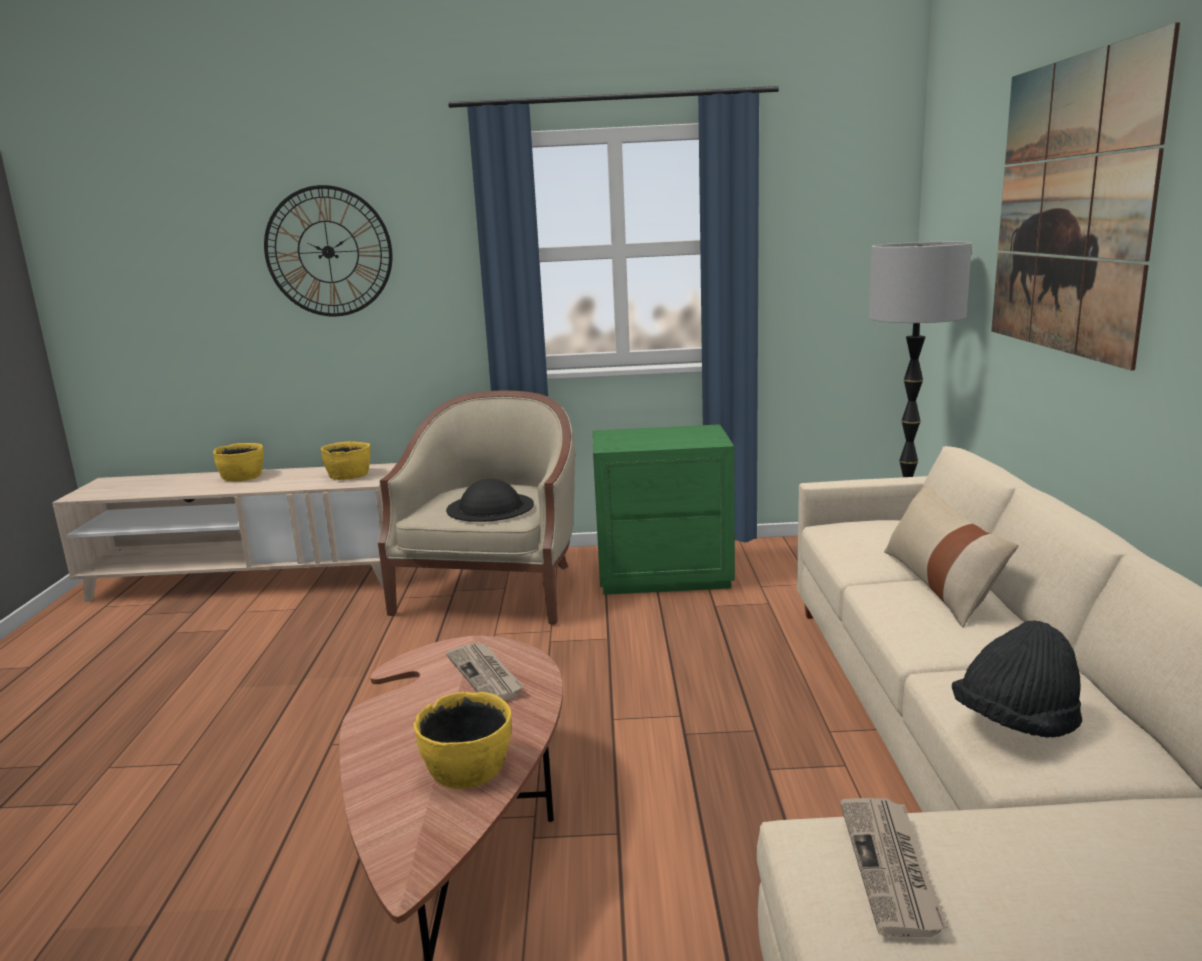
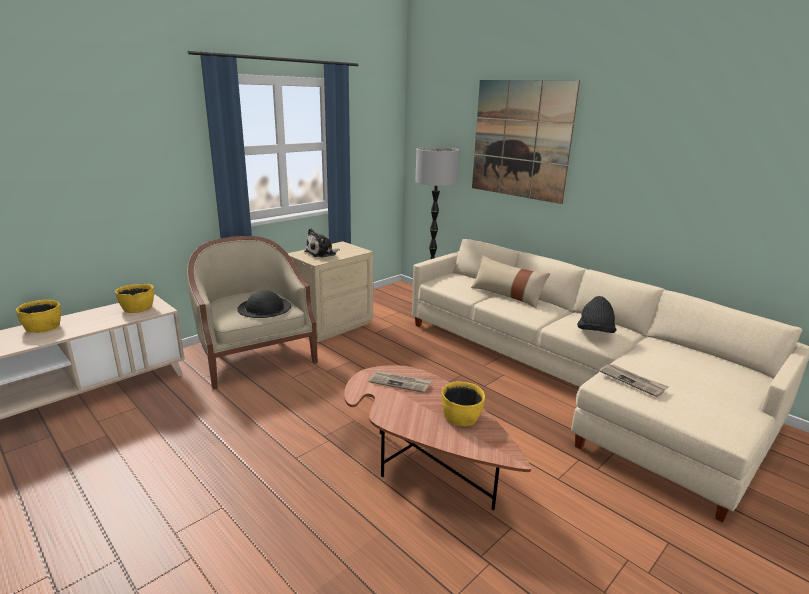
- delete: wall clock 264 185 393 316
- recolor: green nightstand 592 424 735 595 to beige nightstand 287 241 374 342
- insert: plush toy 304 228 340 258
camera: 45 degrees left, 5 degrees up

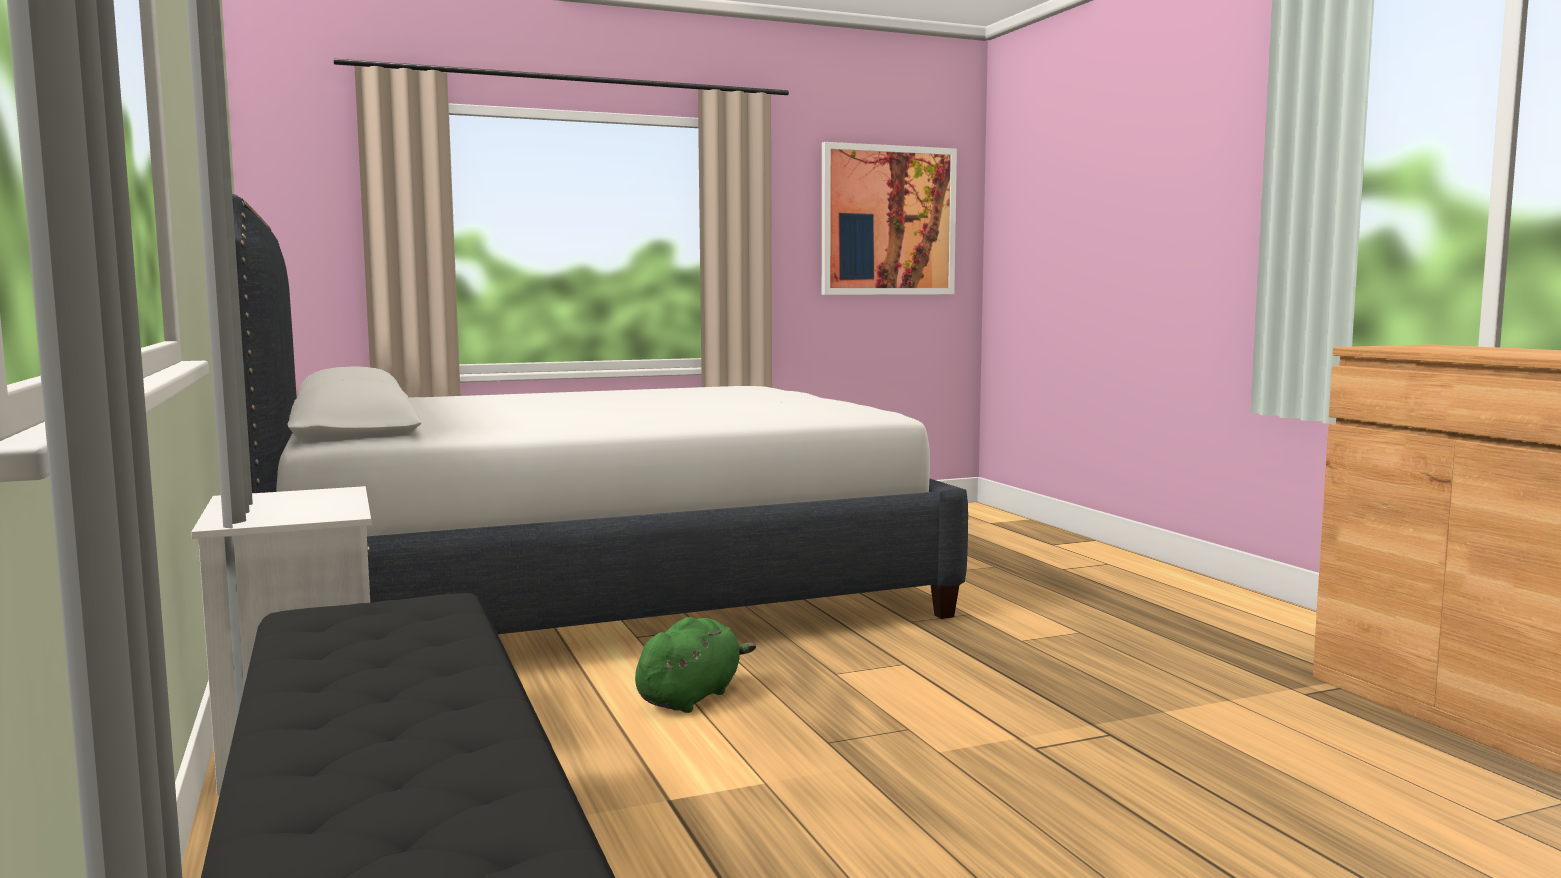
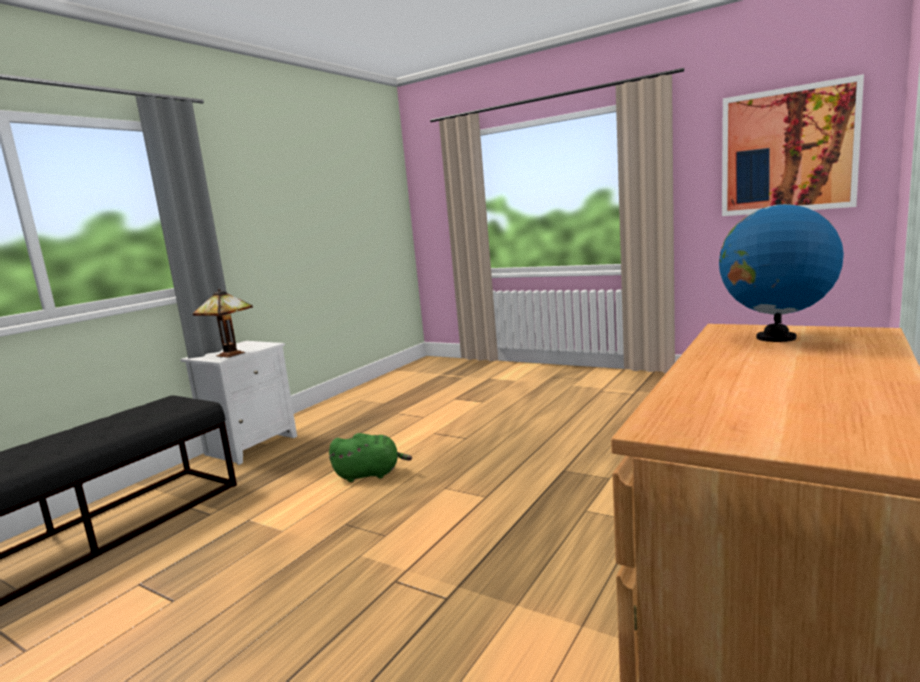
- delete: white bed 232 194 968 634
- insert: globe 719 199 844 342
- insert: table lamp 193 289 253 358
camera: 55 degrees right, 5 degrees up

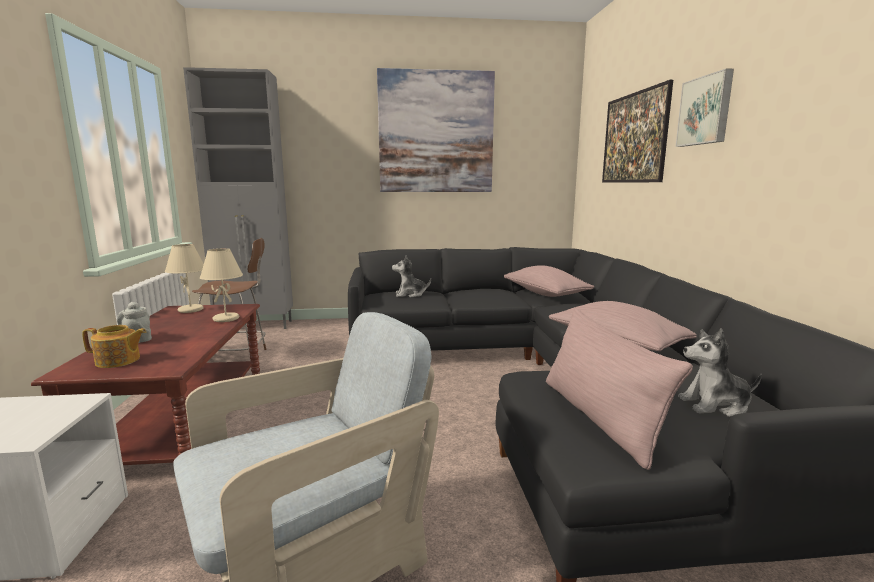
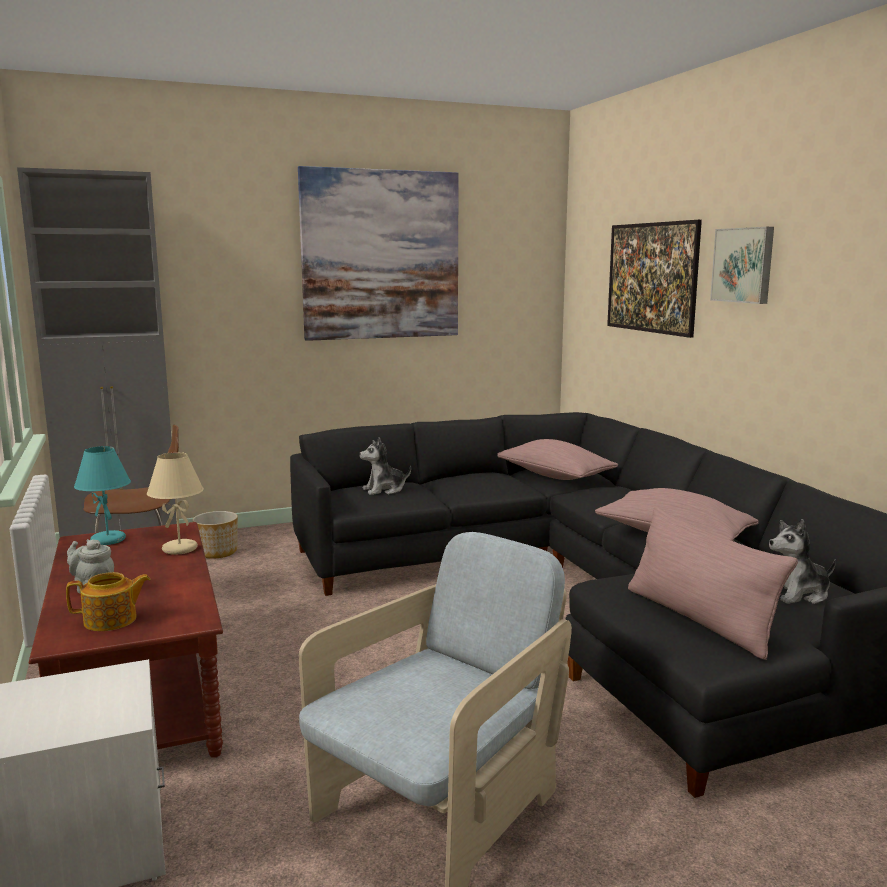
- recolor: beige table lamp 165 244 204 313 to turquoise table lamp 74 446 131 545
- insert: planter 193 511 238 559
camera: 15 degrees left, 0 degrees up

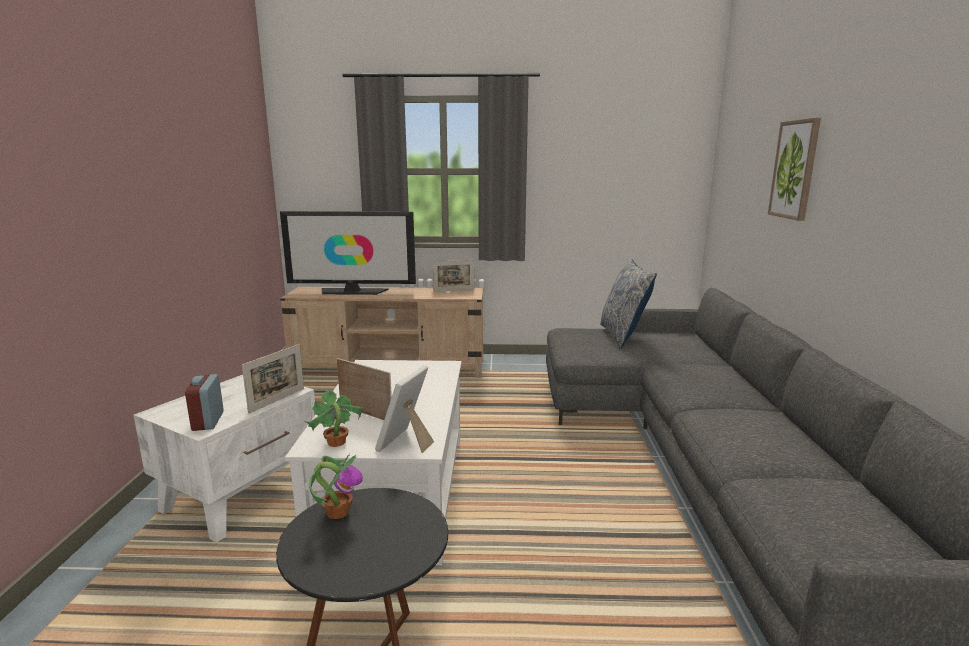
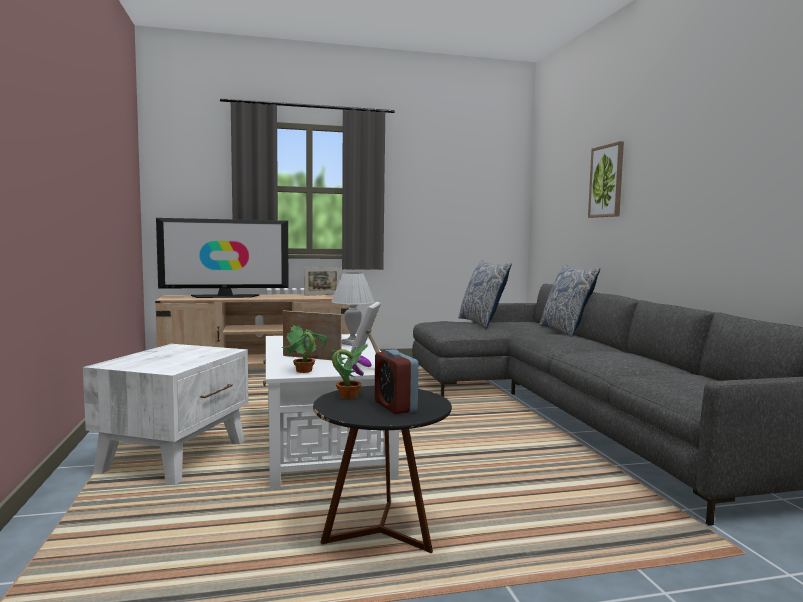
- delete: picture frame 242 344 304 414
- move: alarm clock 185 374 224 431 to 375 349 419 414
- insert: pillow 539 265 600 337
- insert: white table lamp 331 272 374 346
camera: 15 degrees left, 10 degrees down

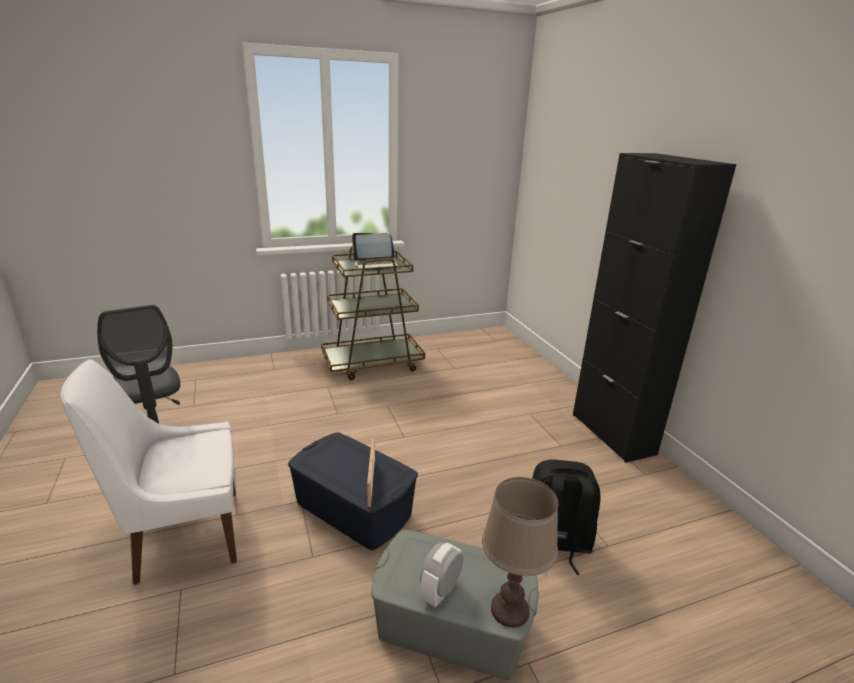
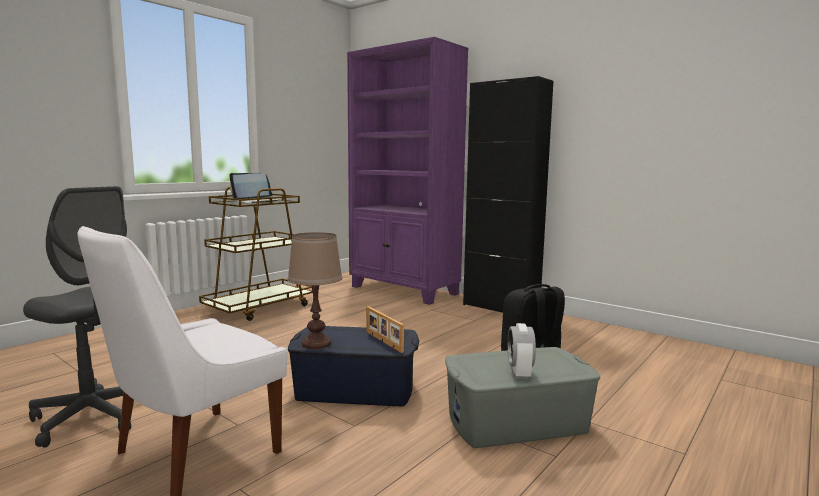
- move: brown table lamp 482 477 558 628 to 288 232 343 349
- insert: purple bookcase 347 37 468 305
camera: 30 degrees left, 15 degrees down

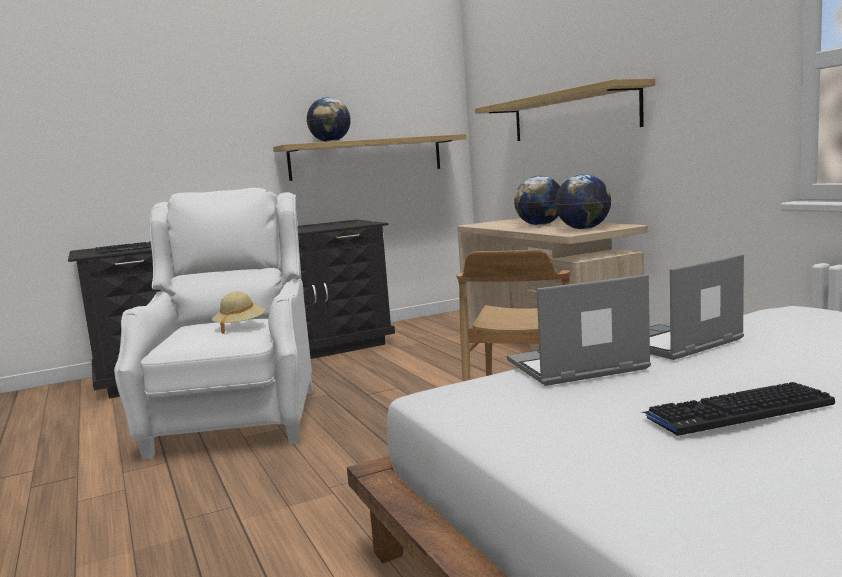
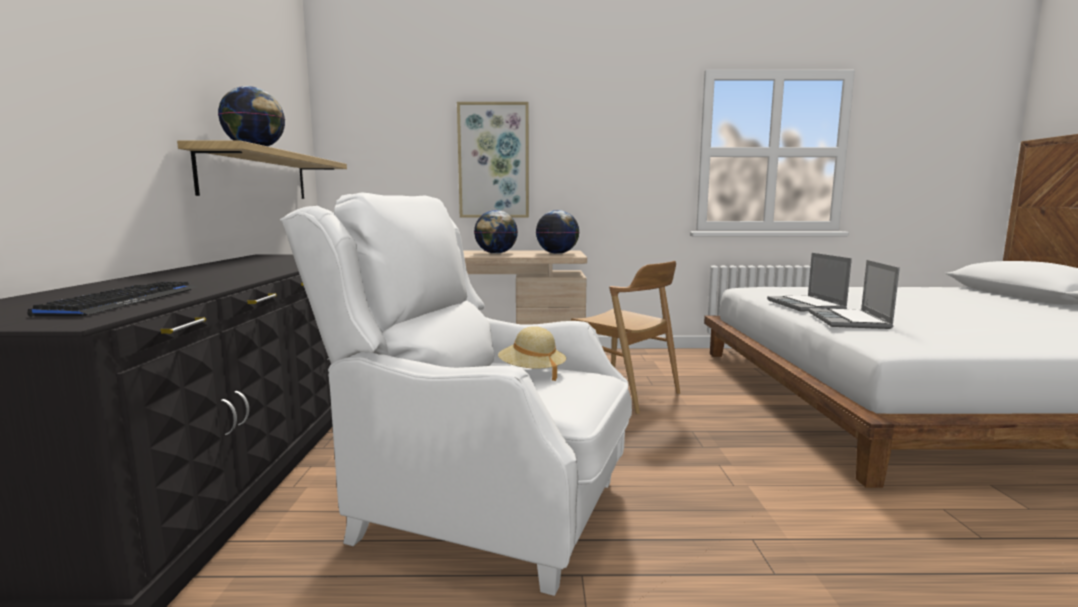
- replace: shelf 475 78 655 141 to picture 457 102 529 217
- delete: keyboard 640 382 835 436
camera: 65 degrees left, 0 degrees up

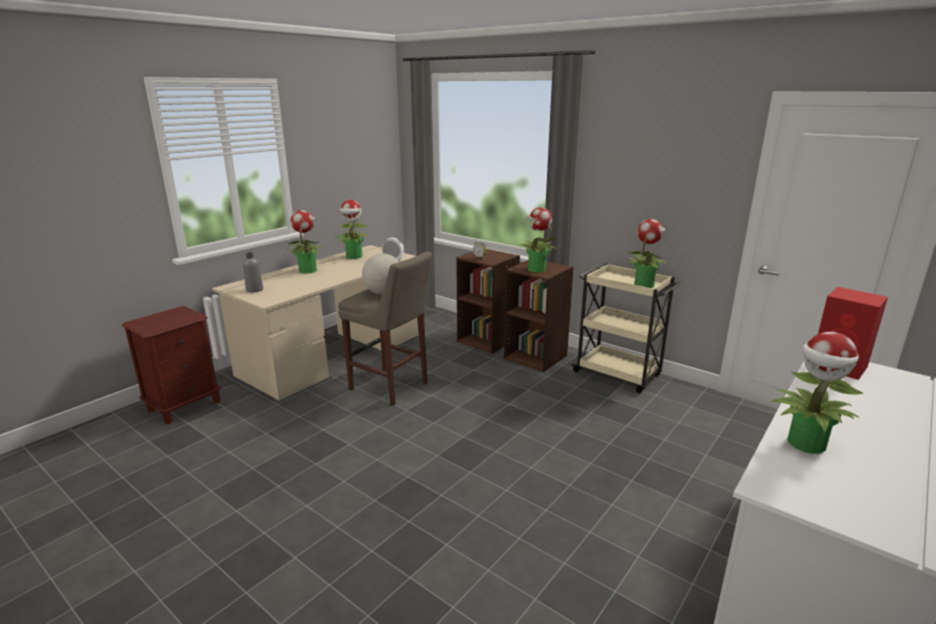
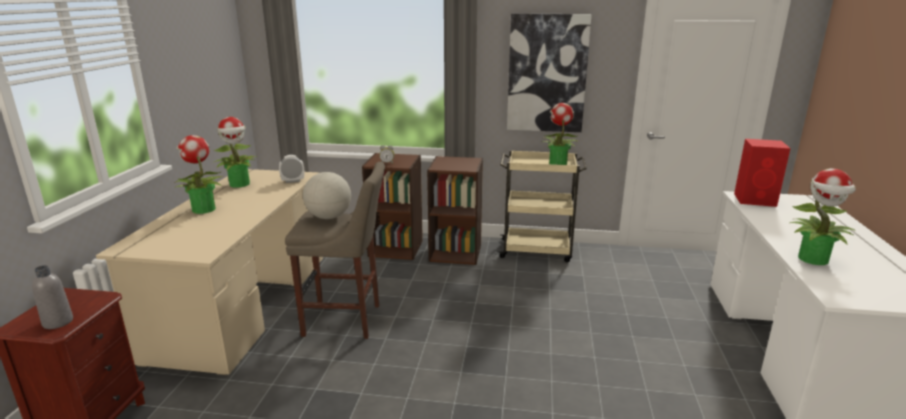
- delete: potted plant 520 207 557 273
- move: grey bottle 243 252 263 293 to 32 265 73 329
- insert: picture 507 14 592 132
camera: 30 degrees left, 0 degrees up

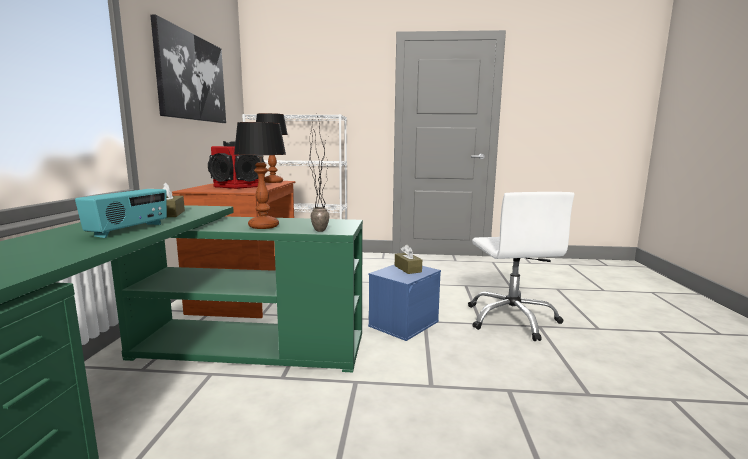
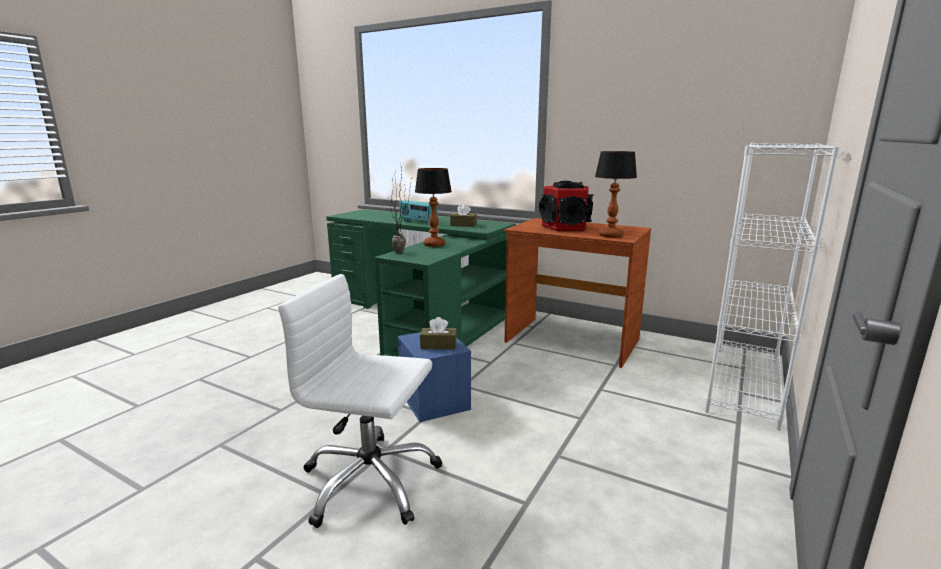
- delete: picture 150 14 226 123
camera: 115 degrees right, 5 degrees up

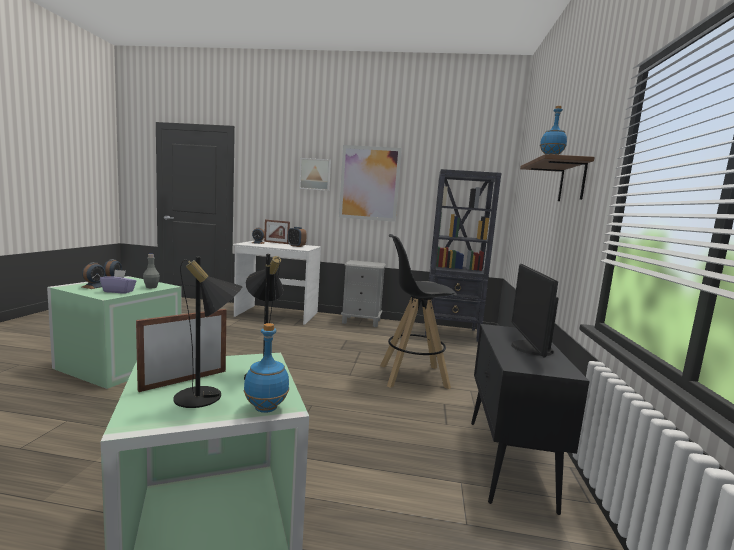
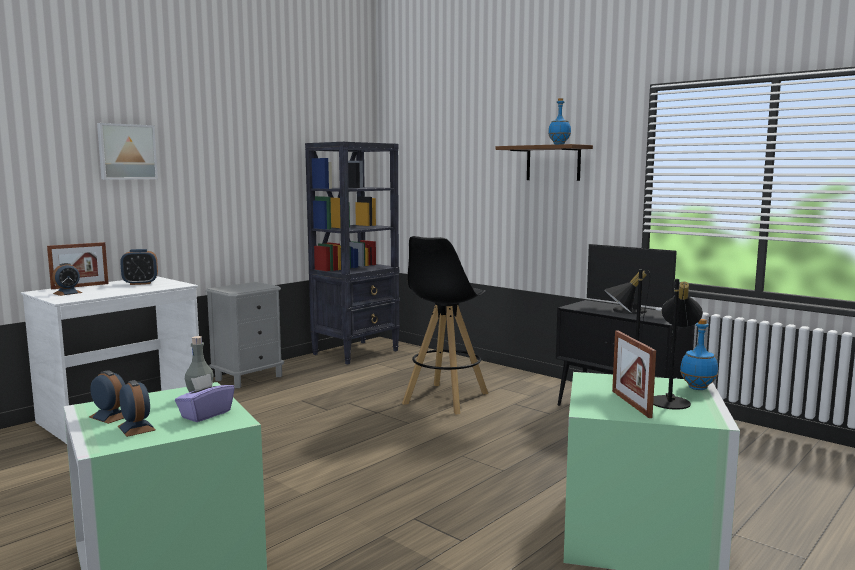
- delete: picture 339 145 402 222
camera: 55 degrees left, 0 degrees up

